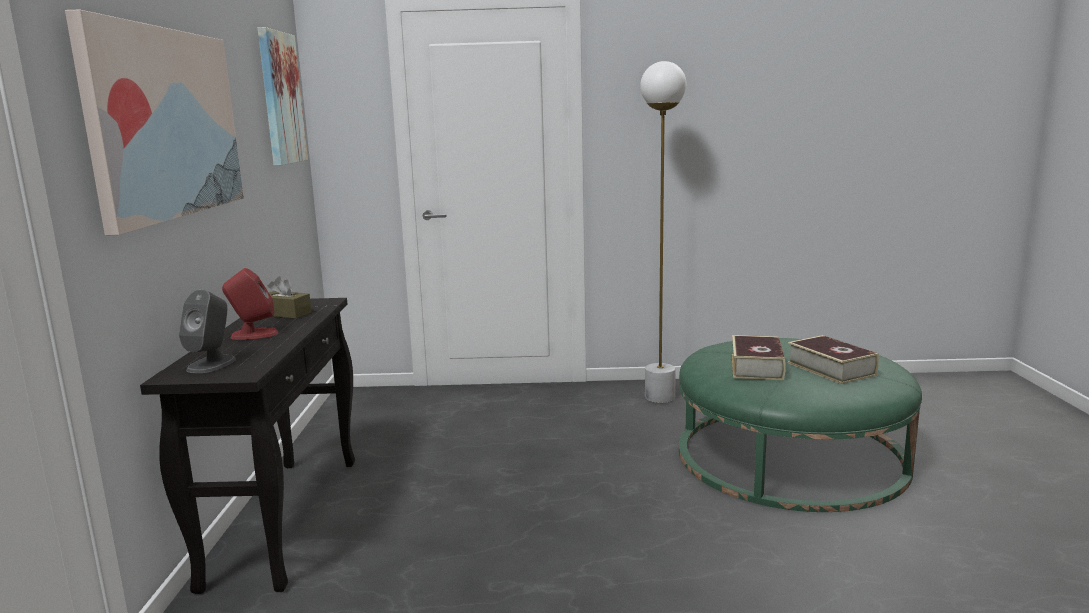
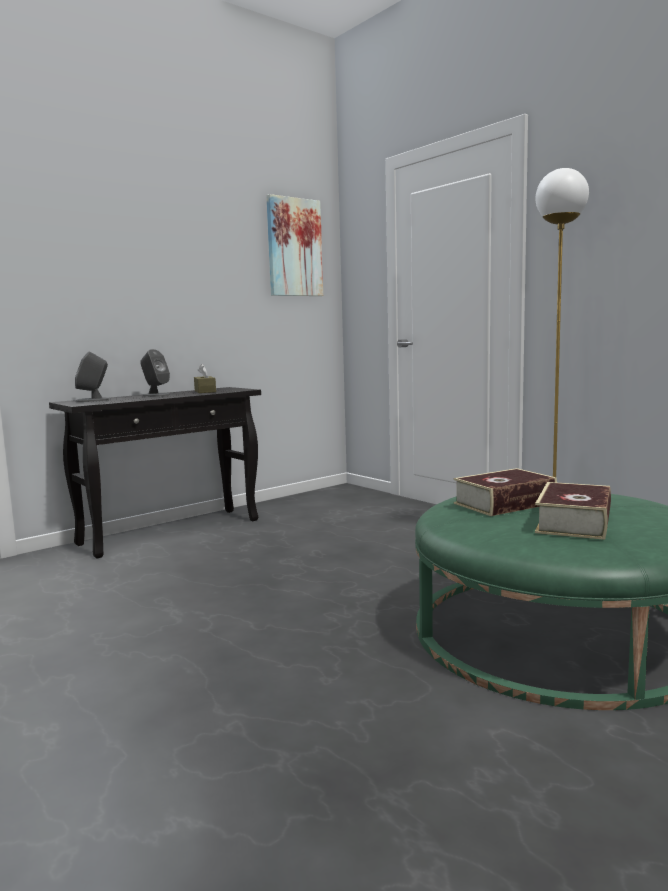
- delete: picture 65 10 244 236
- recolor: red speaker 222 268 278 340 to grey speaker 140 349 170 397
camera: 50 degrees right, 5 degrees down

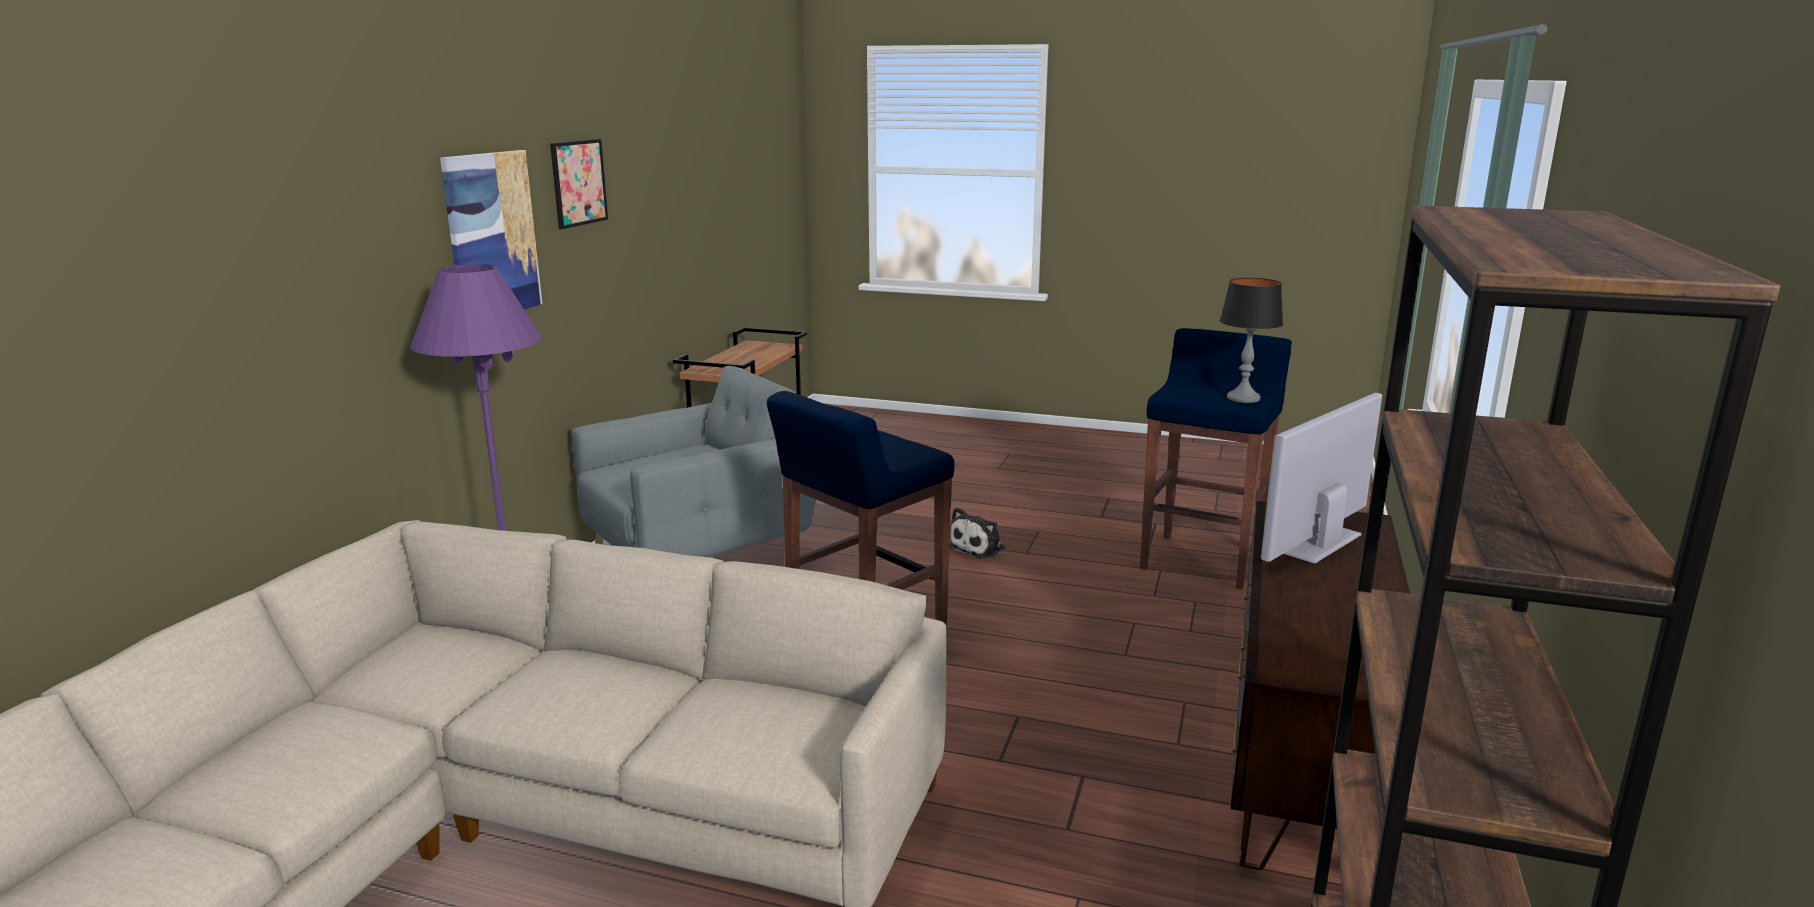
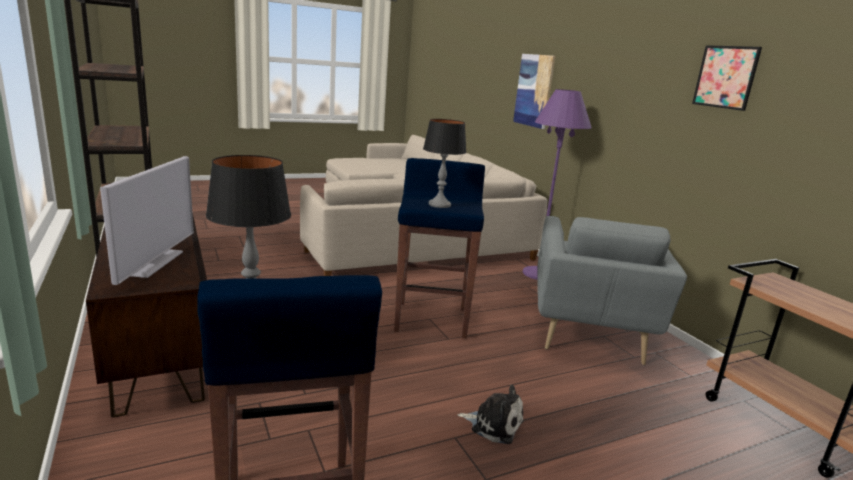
- move: picture 440 150 542 310 to 513 54 556 129
- rotate: plush toy 950 507 1005 559 = 457 385 523 444 120 degrees clockwise
- insert: table lamp 423 119 467 208
camera: 135 degrees right, 0 degrees up

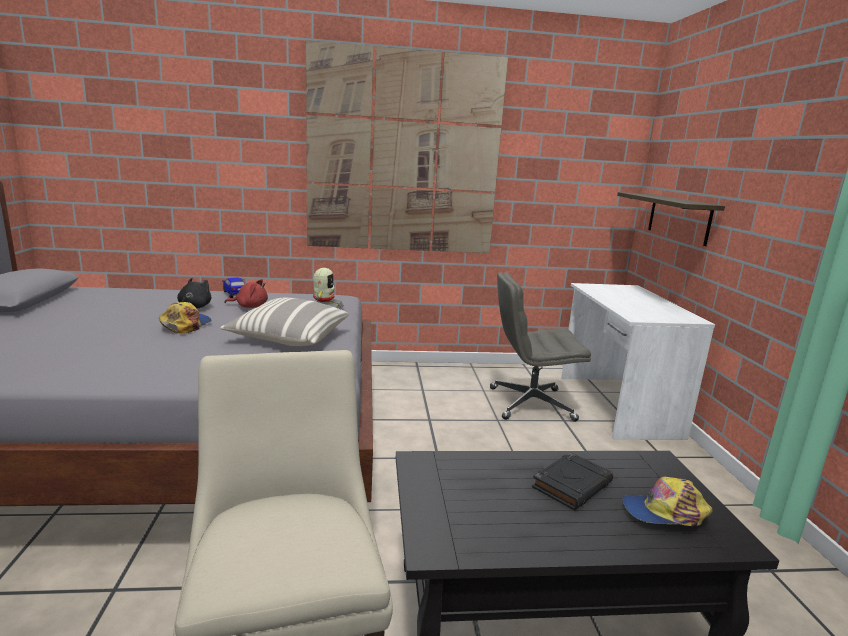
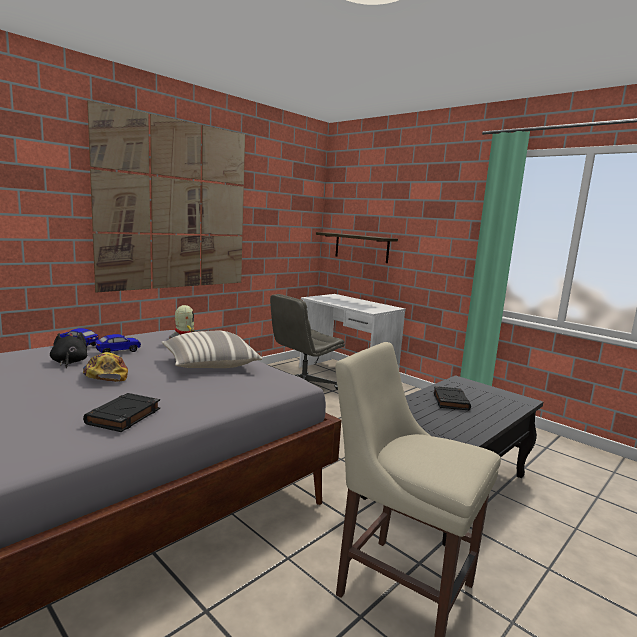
- replace: red plush toy 224 279 268 308 to toy car 95 334 141 353
- delete: cap 622 477 713 526
- insert: black book 83 393 160 432
camera: 40 degrees left, 5 degrees down

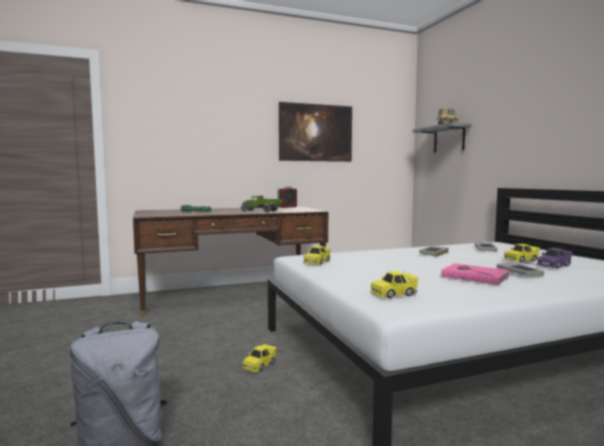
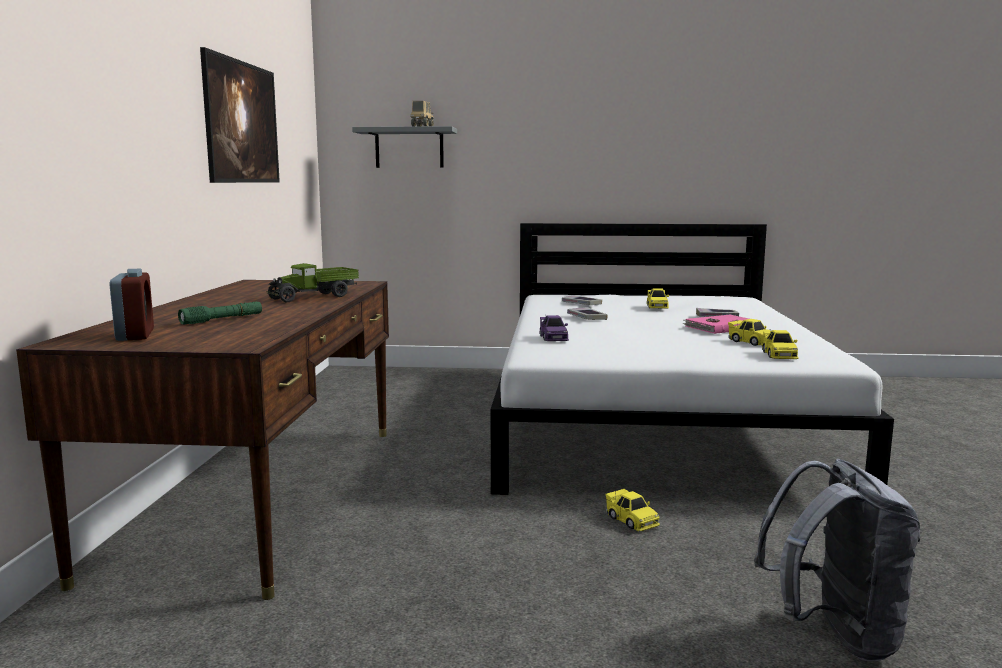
- move: alarm clock 277 186 297 208 to 109 268 154 341
- move: yellow toy car 303 246 331 265 to 728 319 771 346
- move: purple toy car 537 248 572 268 to 540 315 569 341
camera: 65 degrees left, 5 degrees up

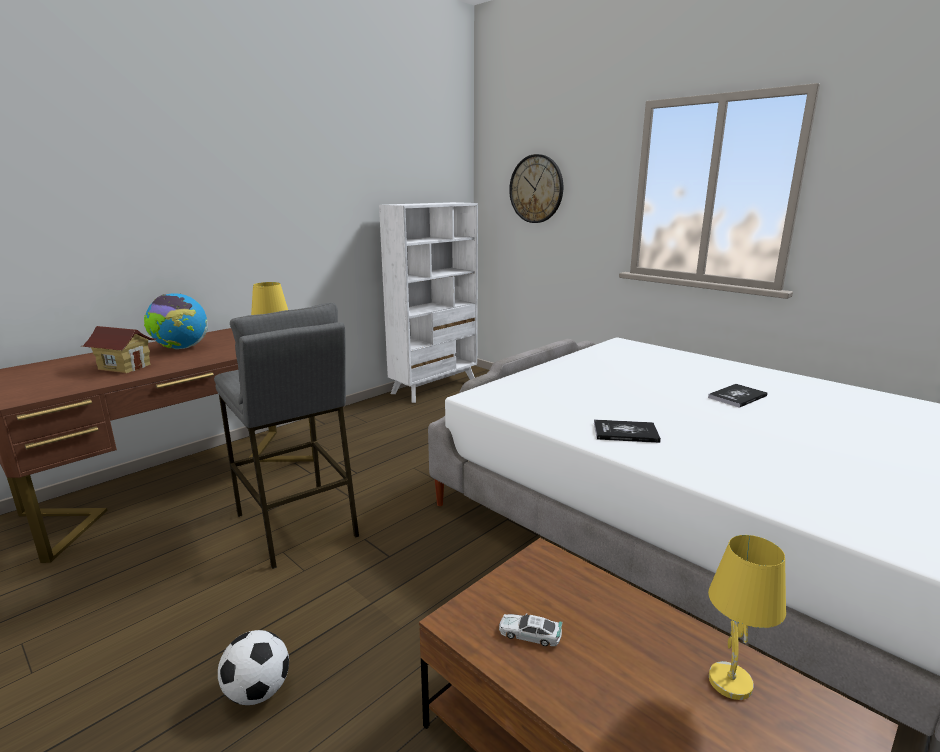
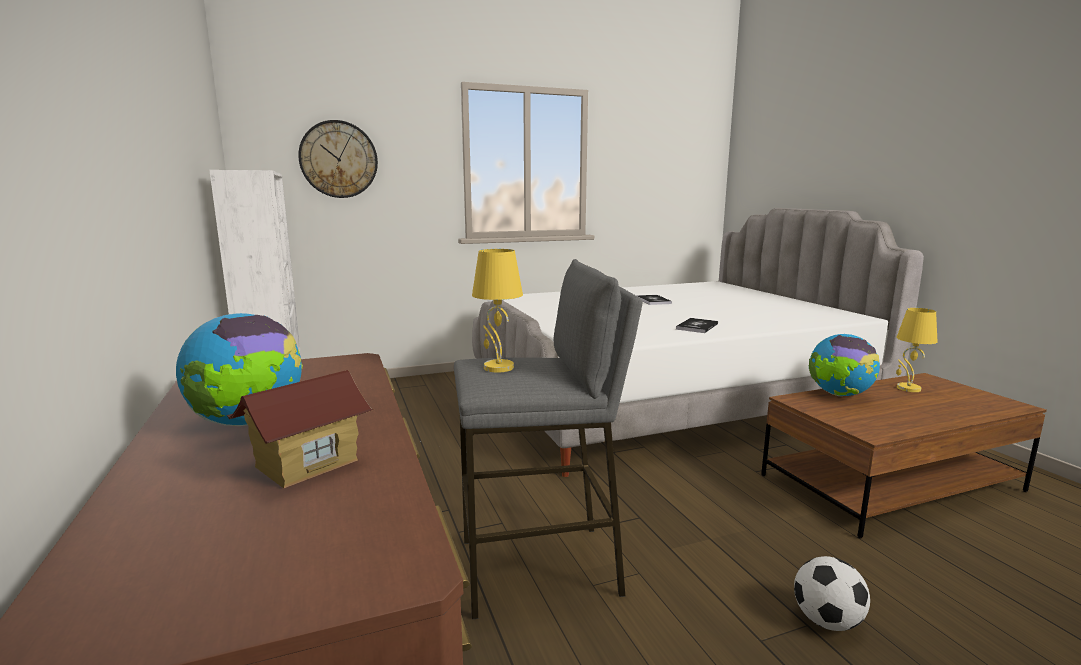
- delete: toy car 499 613 563 646
- insert: globe 809 334 880 396
camera: 65 degrees left, 5 degrees down

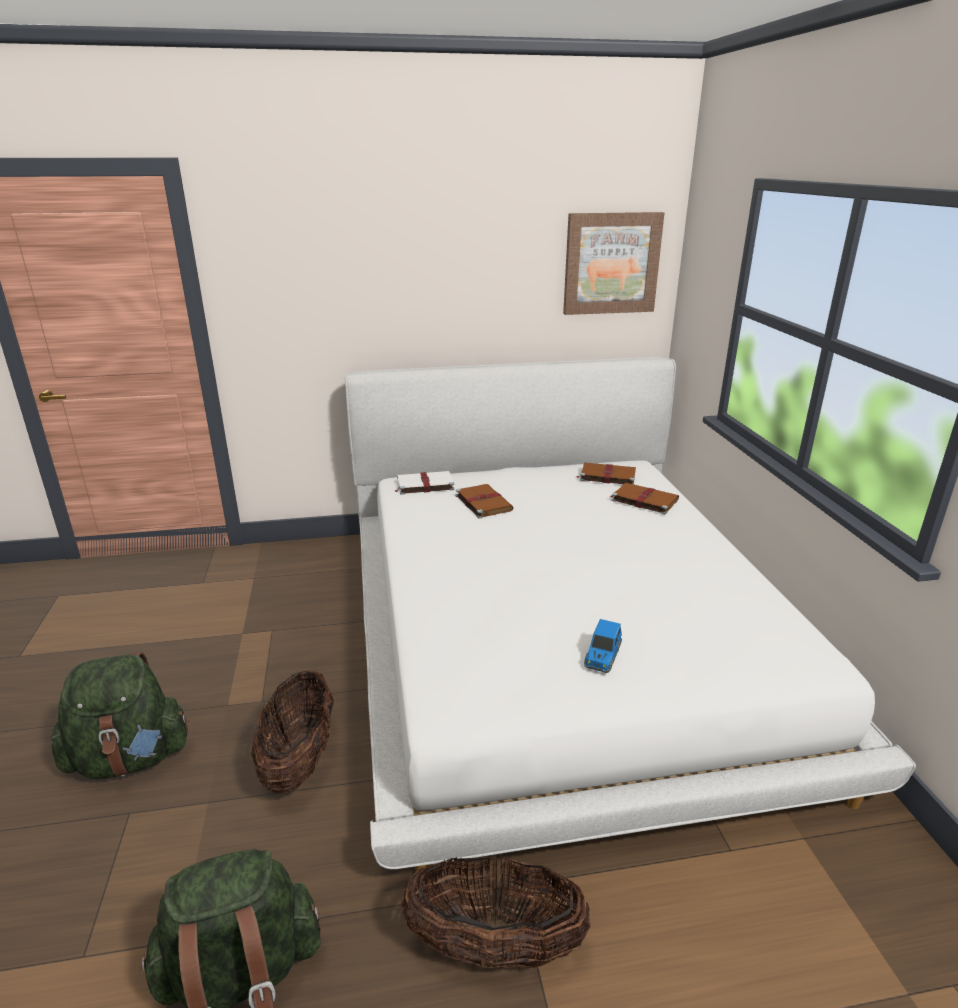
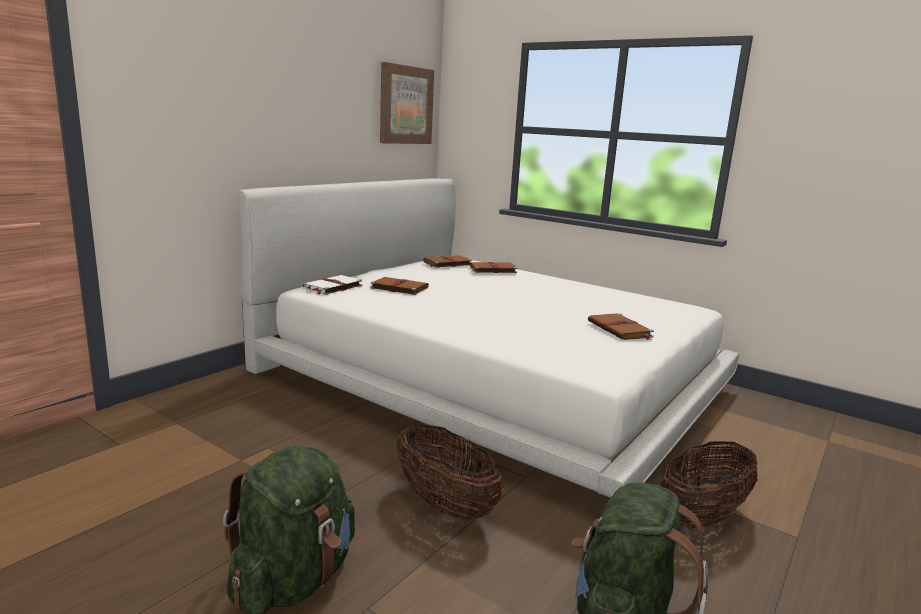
- replace: toy car 584 619 622 673 to brown book 588 313 654 340
camera: 45 degrees left, 10 degrees down

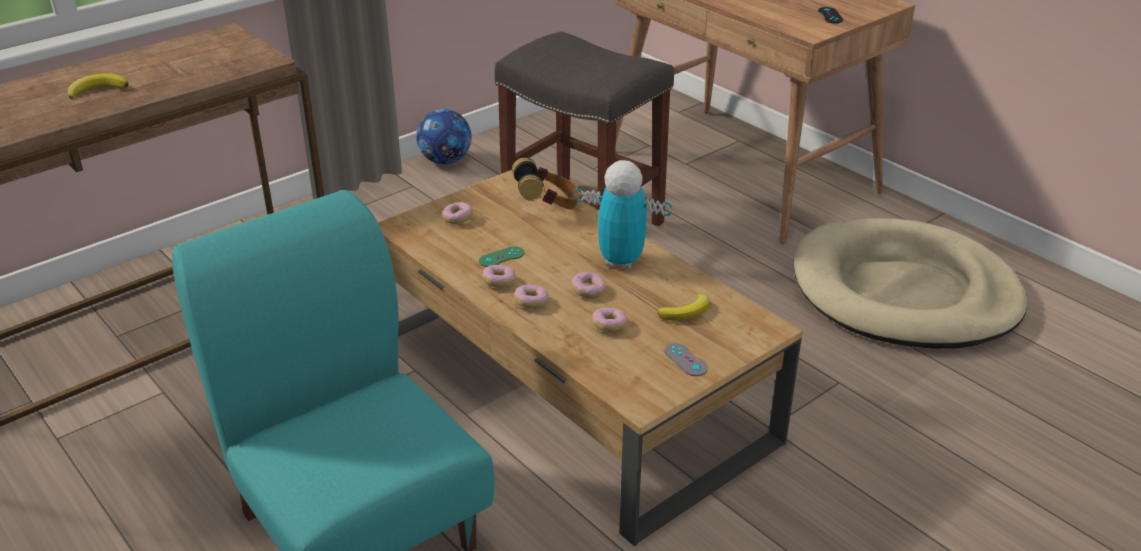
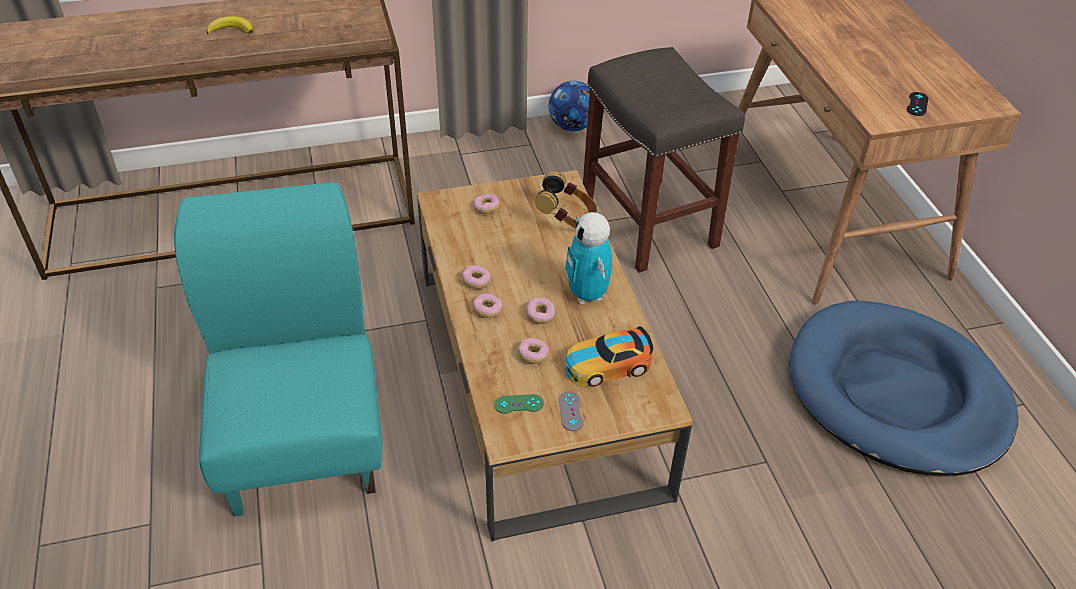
- rotate: toy robot 574 160 672 270 = 565 212 612 304 150 degrees counterclockwise
- recolor: beige dog bed 794 218 1027 349 to blue dog bed 789 301 1018 476
- move: green game controller 479 246 525 267 to 494 394 544 414
- replace: banana 658 294 710 321 to toy car 565 326 653 387
camera: 25 degrees right, 10 degrees up

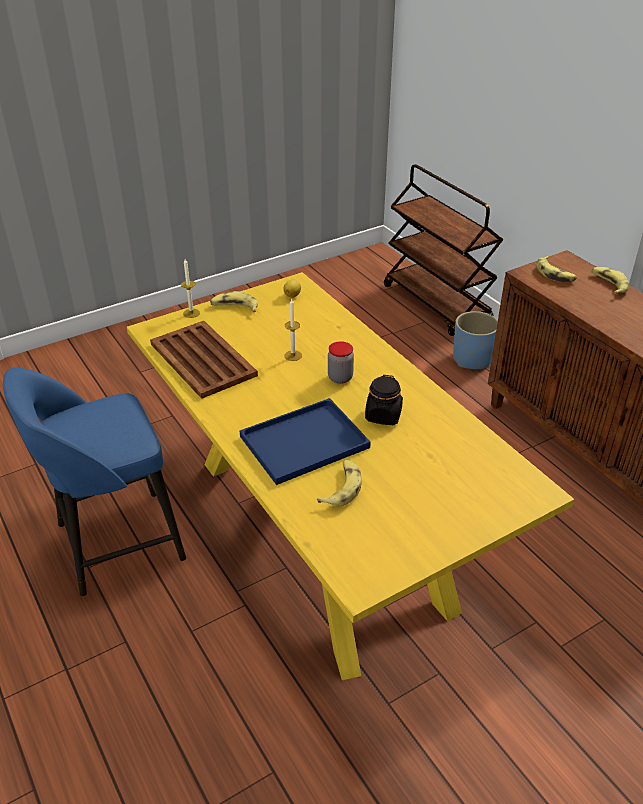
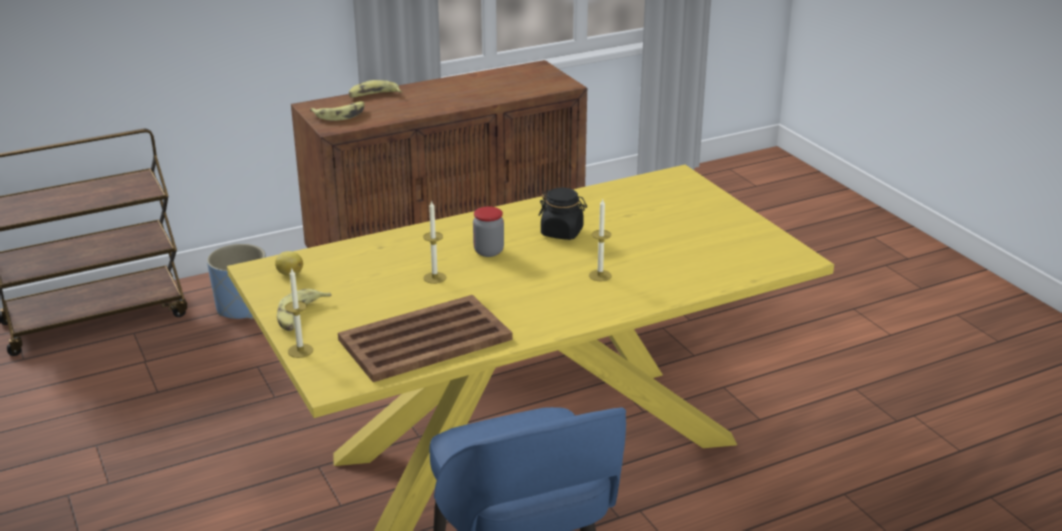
- replace: blue tray 240 398 371 485 to candle 589 198 612 281
- delete: banana 317 460 362 506
camera: 85 degrees left, 10 degrees down

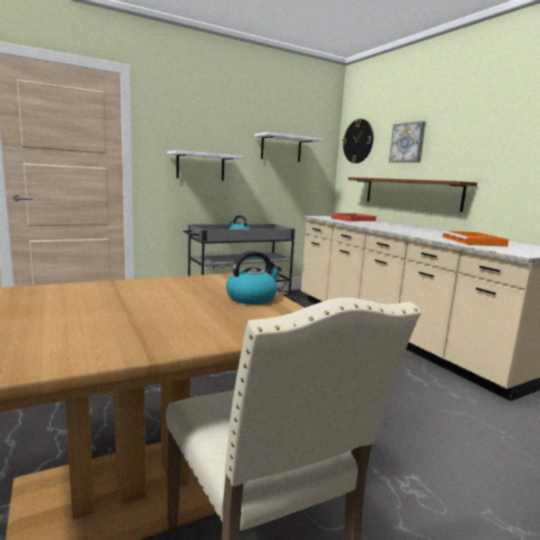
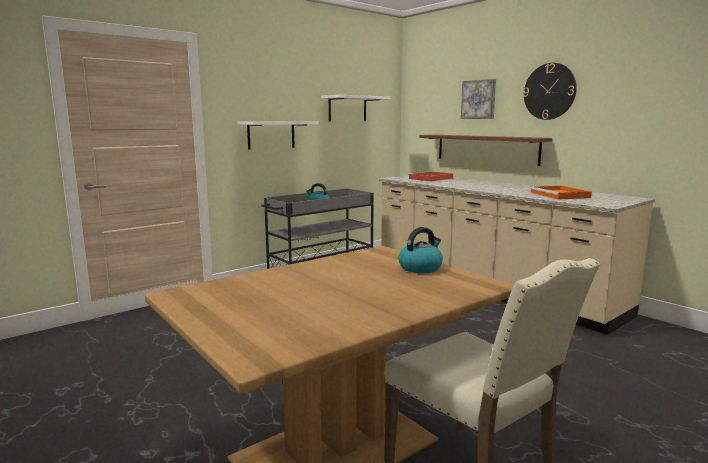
- move: wall clock 342 119 374 163 to 523 63 577 120
camera: 10 degrees left, 0 degrees up

